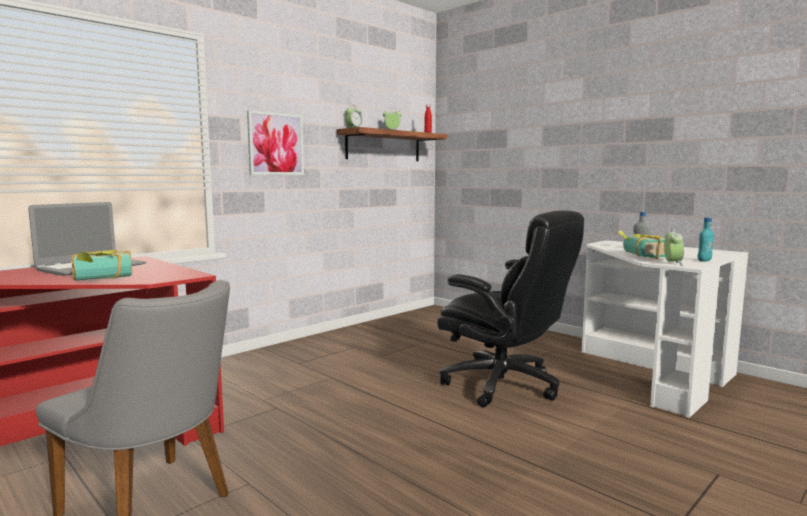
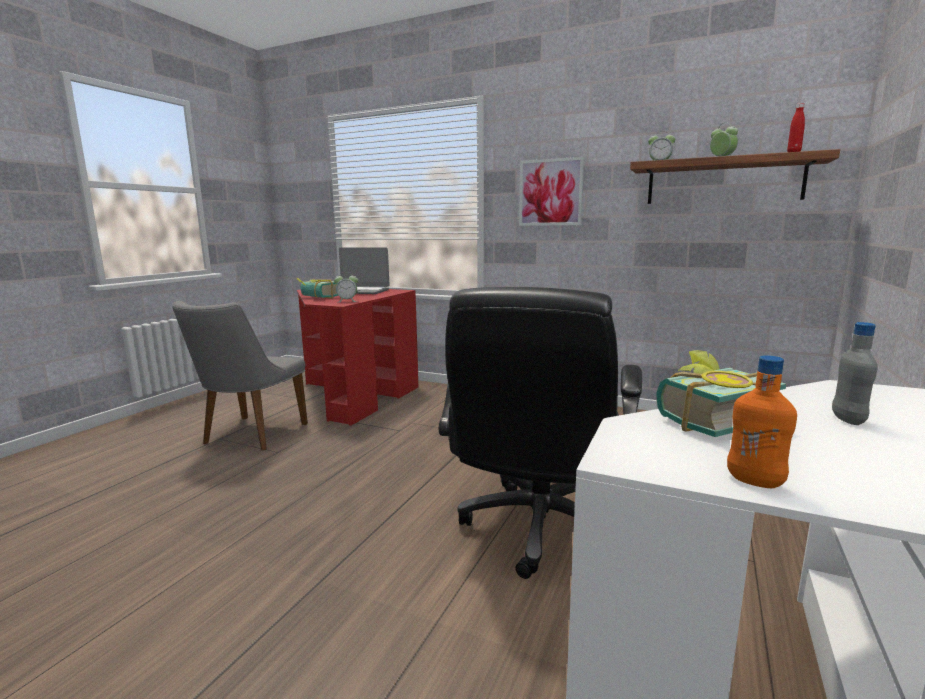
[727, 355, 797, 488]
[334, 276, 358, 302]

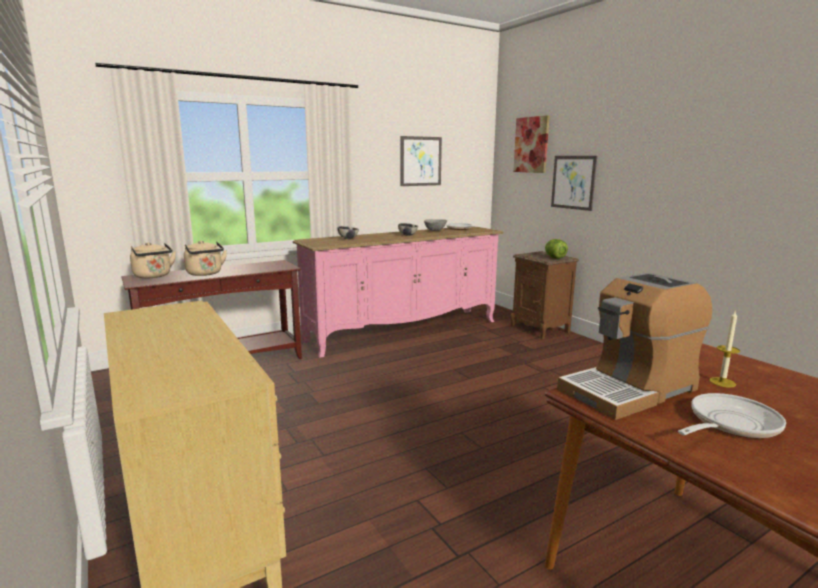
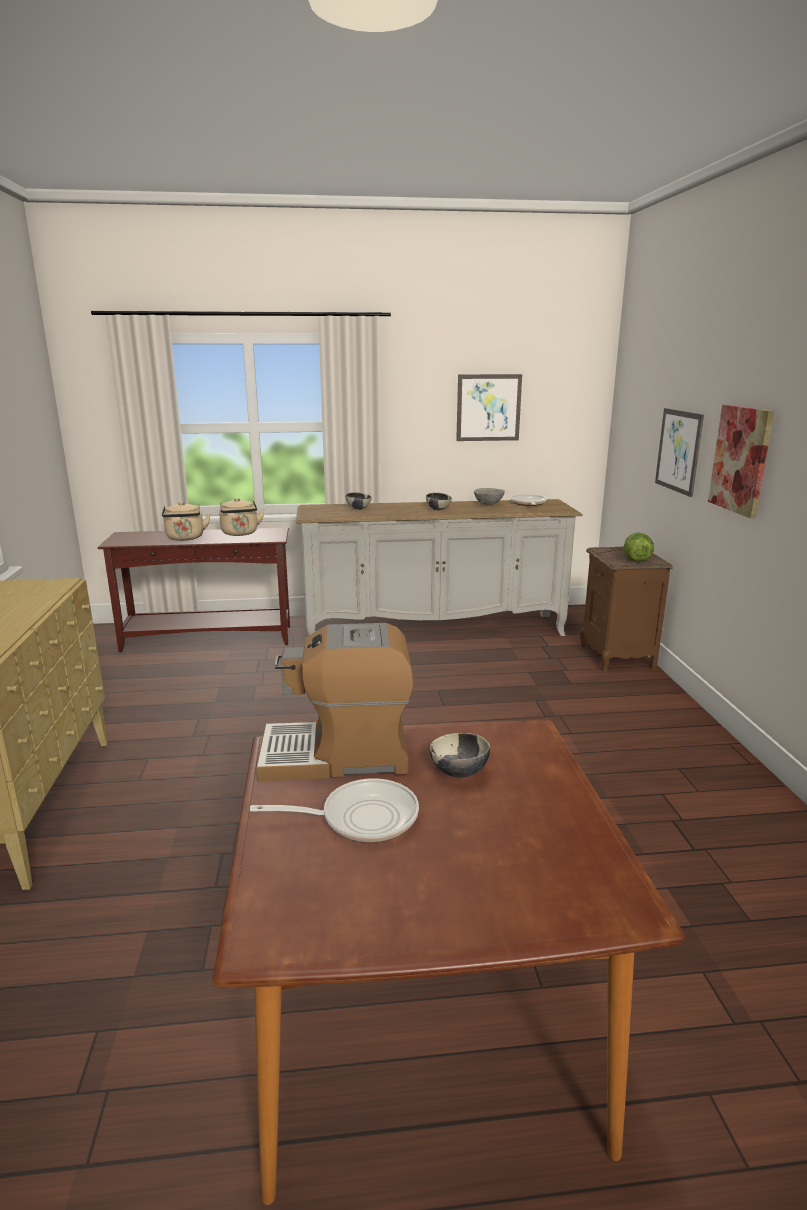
[708, 405, 774, 519]
[296, 499, 583, 636]
[219, 498, 264, 536]
[430, 733, 490, 778]

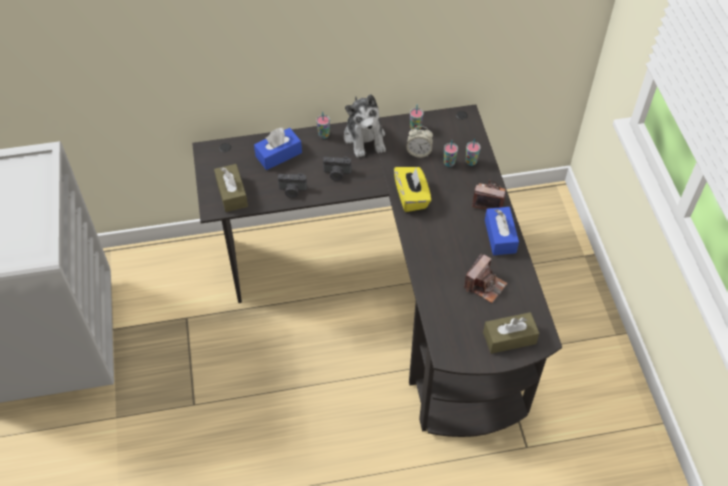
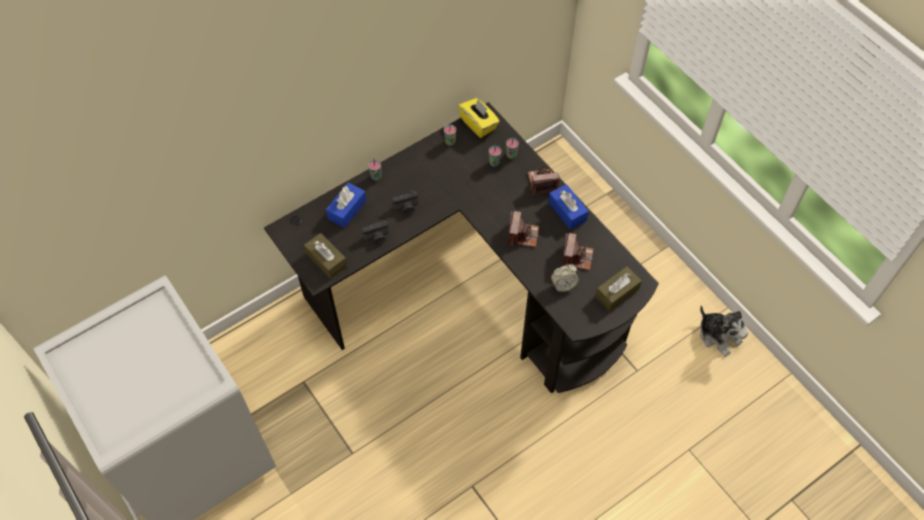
[700, 305, 748, 357]
[551, 264, 579, 292]
[458, 98, 500, 138]
[508, 211, 539, 247]

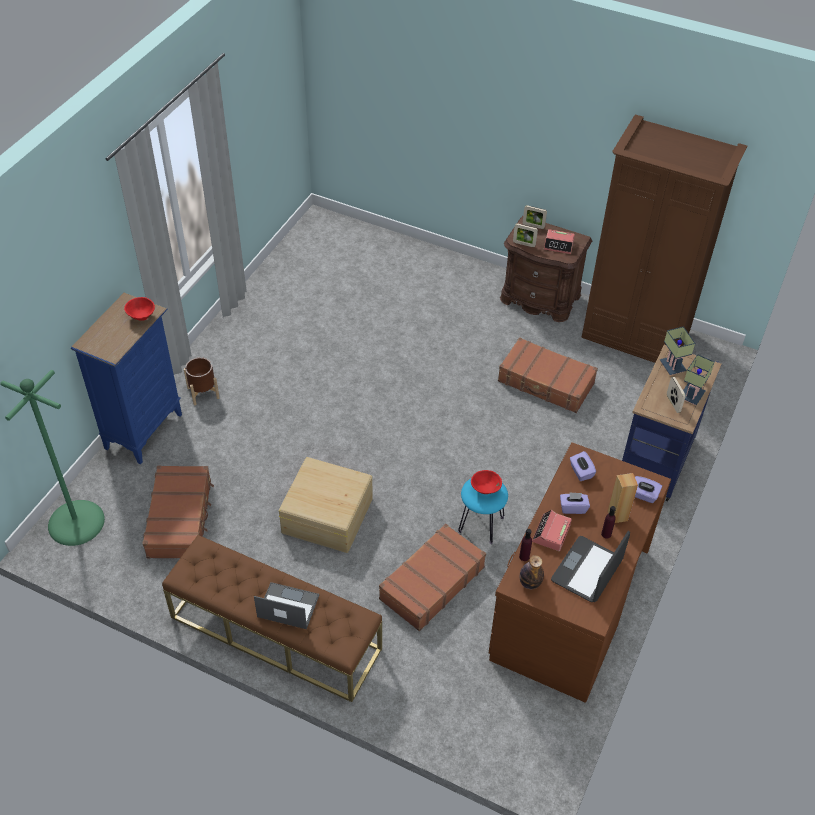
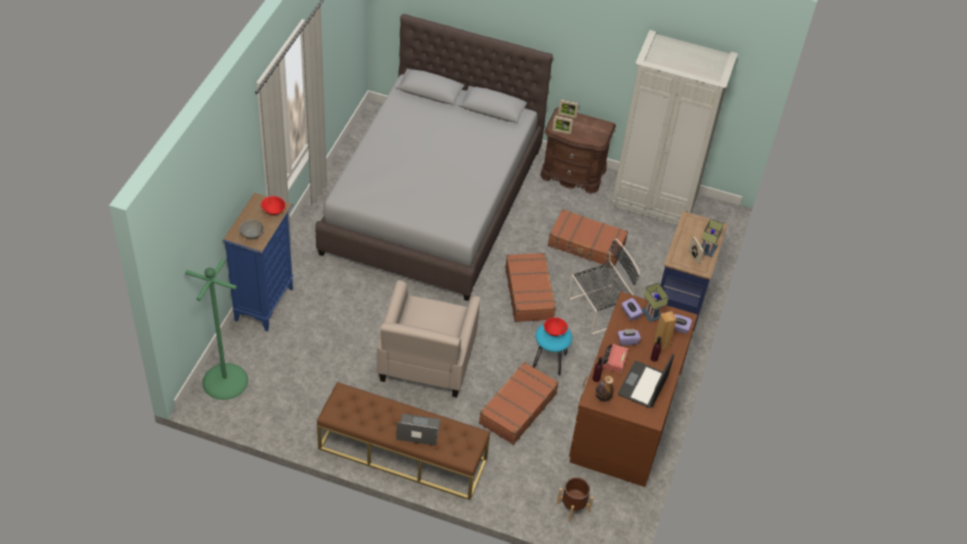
[611, 30, 738, 225]
[544, 229, 575, 254] (first image)
[642, 282, 669, 322]
[557, 477, 593, 522]
[377, 280, 480, 398]
[505, 253, 556, 322]
[315, 14, 553, 301]
[240, 219, 264, 240]
[568, 239, 640, 335]

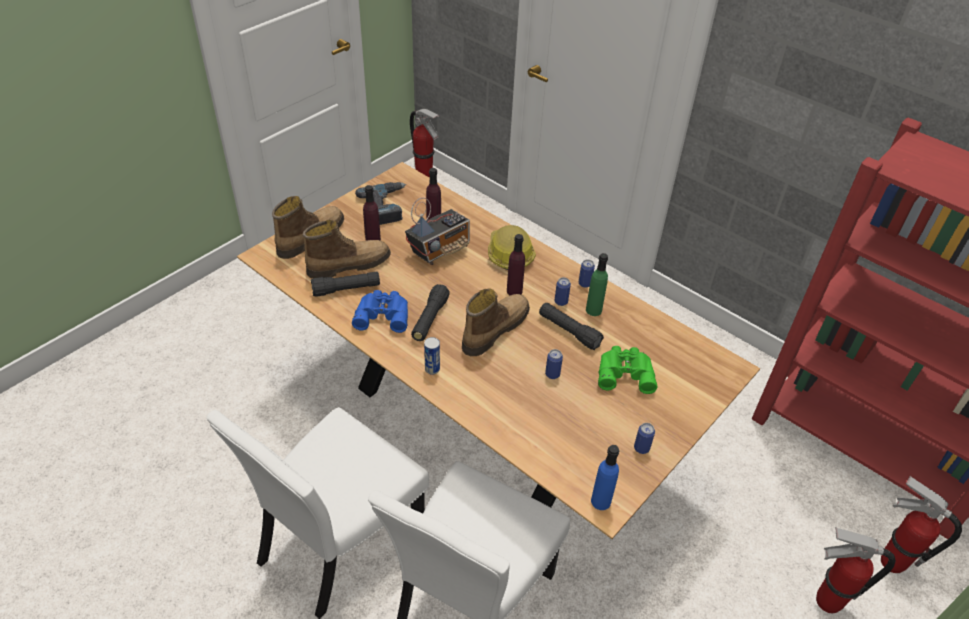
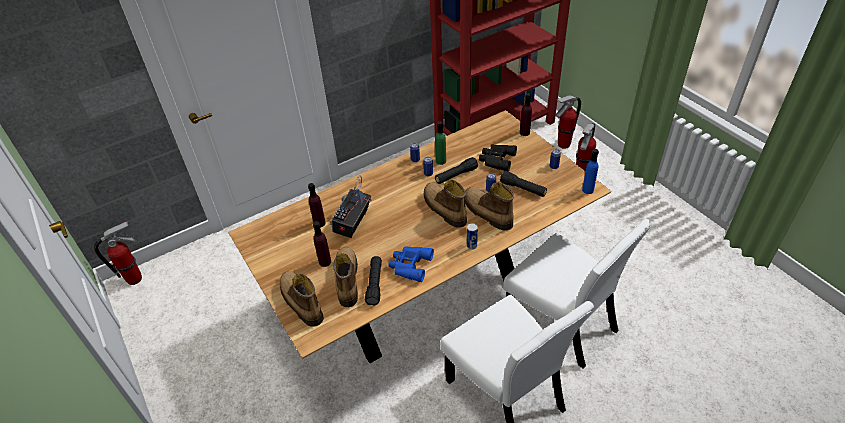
[355, 182, 406, 225] (first image)
[329, 176, 371, 238]
[488, 225, 536, 270] (first image)
[520, 93, 532, 136]
[500, 171, 547, 197]
[479, 144, 517, 171]
[465, 183, 514, 230]

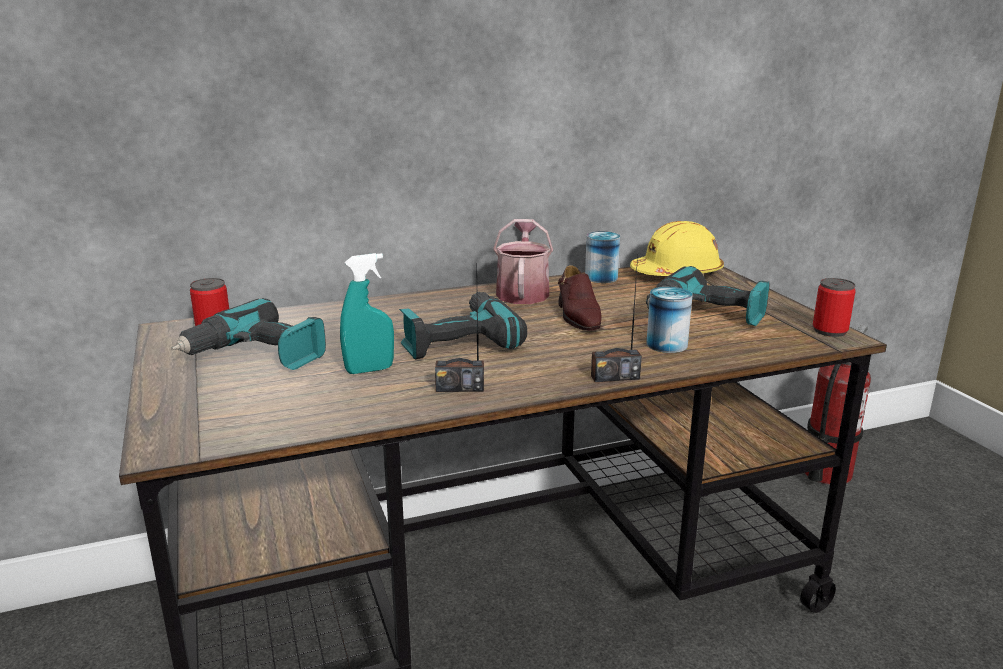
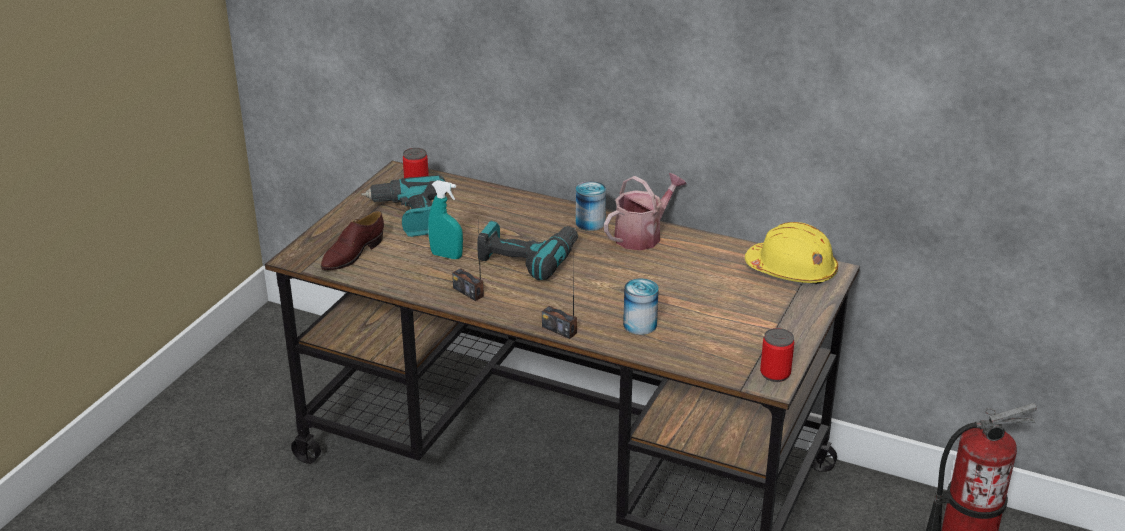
[576, 181, 606, 231]
[321, 211, 384, 270]
[646, 266, 770, 326] (first image)

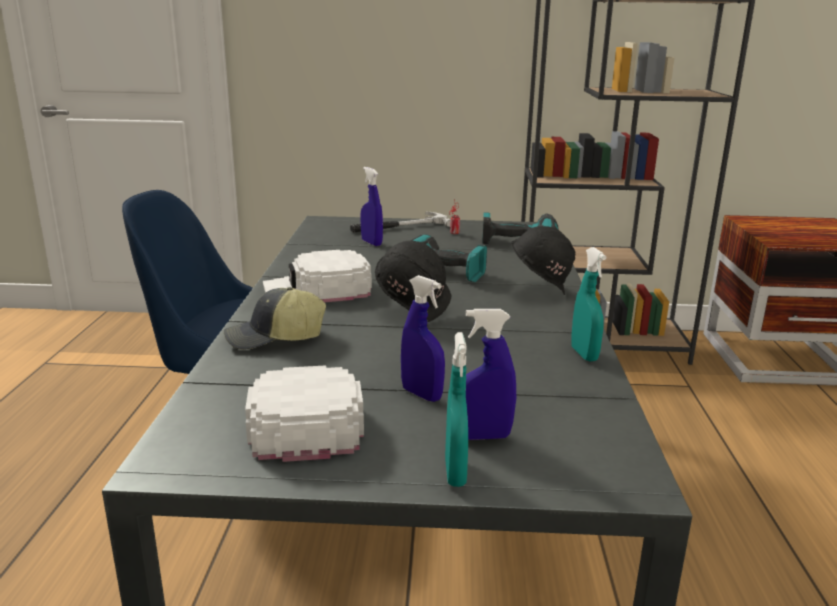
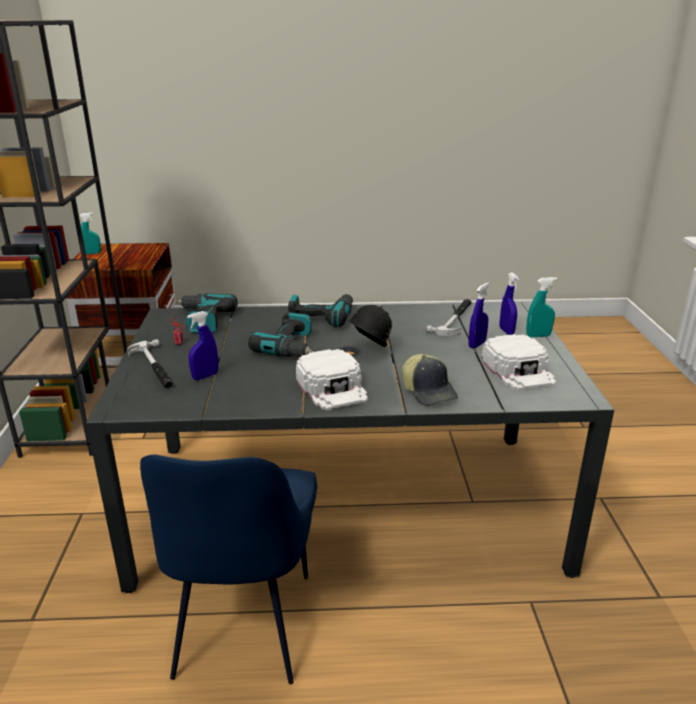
[288, 294, 353, 327]
[80, 213, 101, 254]
[482, 334, 557, 391]
[426, 299, 472, 336]

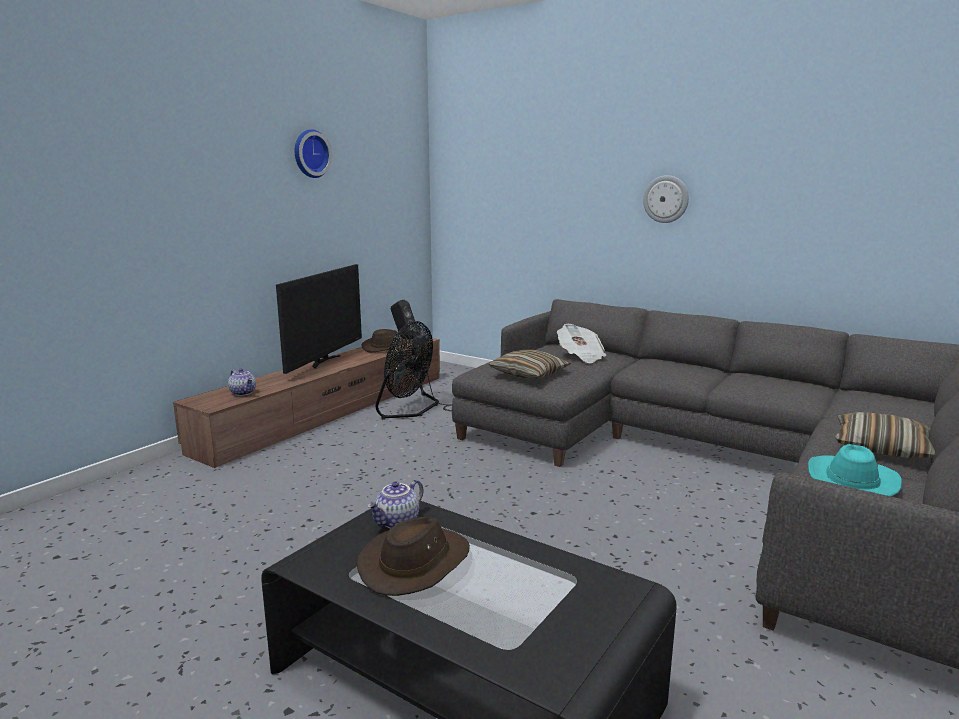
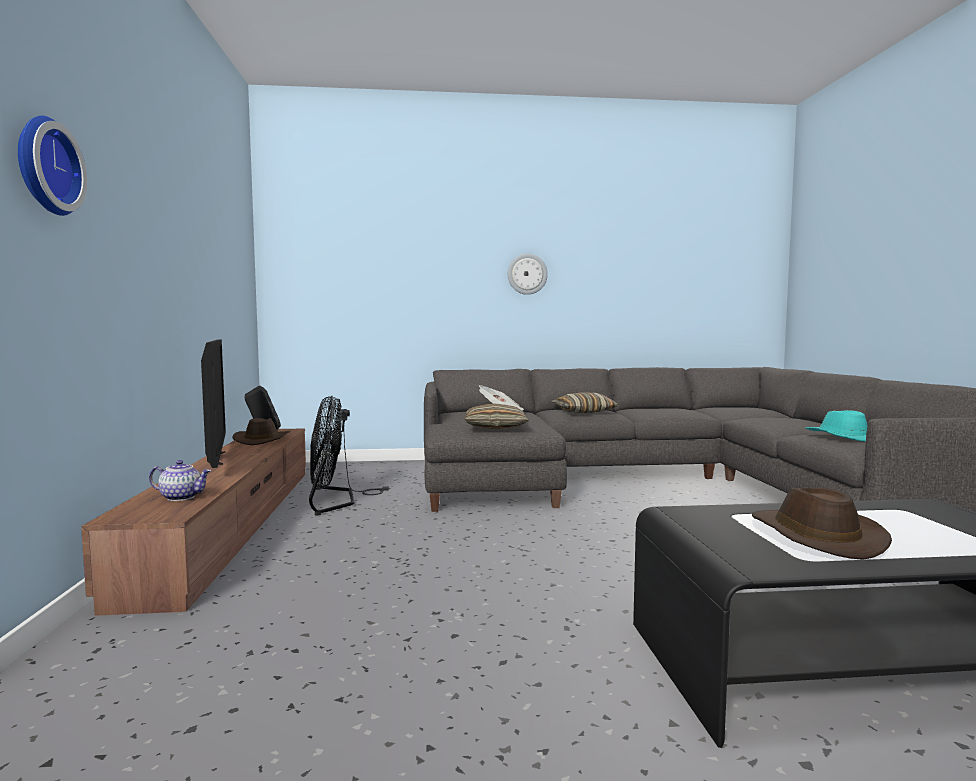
[18, 116, 87, 216]
[551, 393, 618, 413]
[367, 479, 424, 529] (first image)

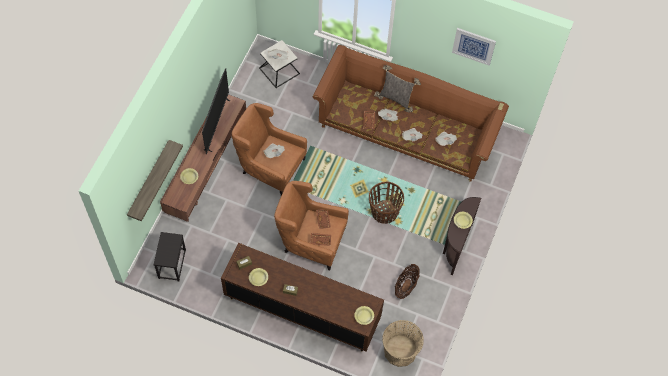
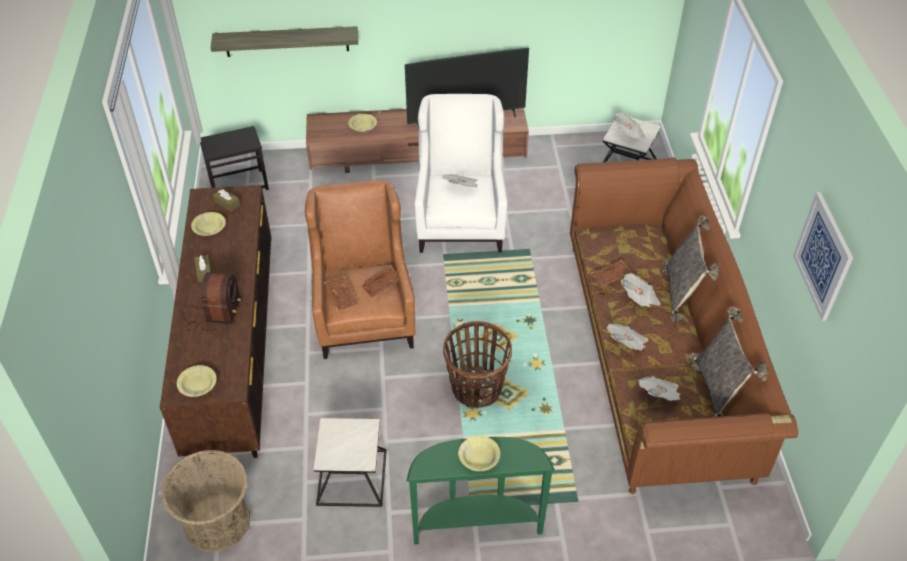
[414, 94, 508, 253]
[406, 437, 555, 544]
[314, 418, 387, 507]
[182, 272, 241, 332]
[688, 306, 768, 417]

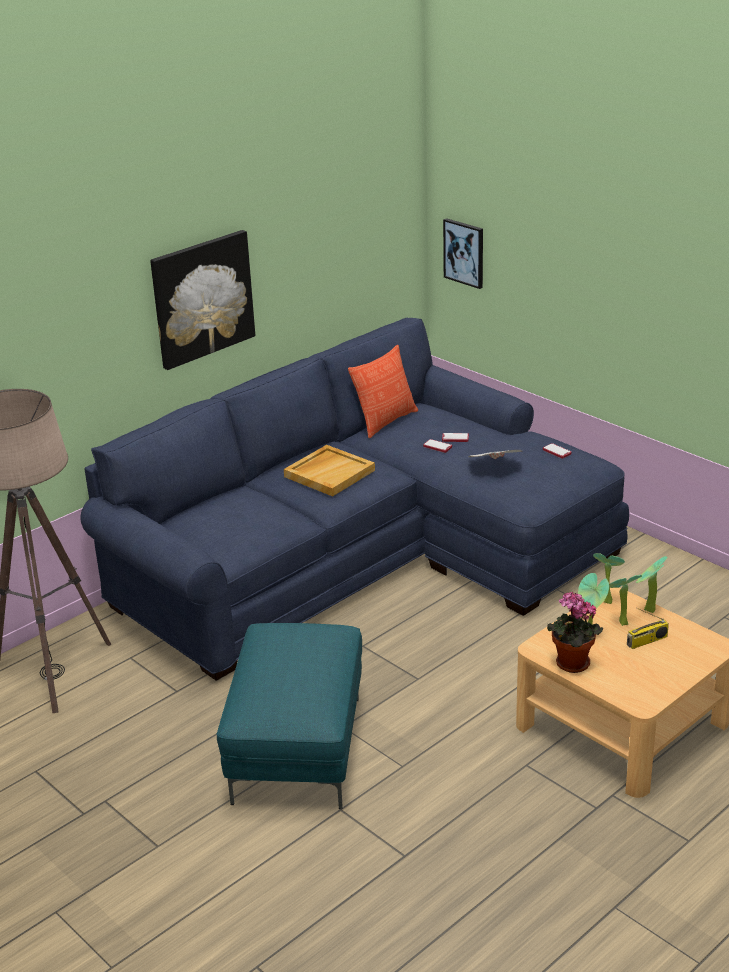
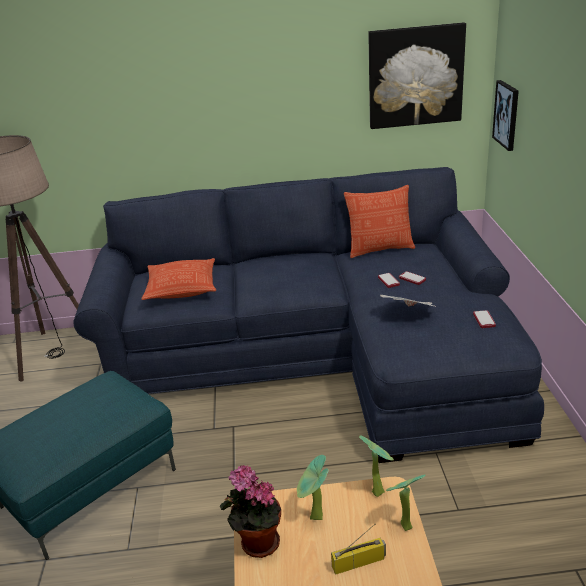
[368, 23, 466, 129]
[284, 445, 375, 497] (first image)
[609, 575, 642, 626] (first image)
[331, 524, 386, 575]
[142, 258, 216, 300]

